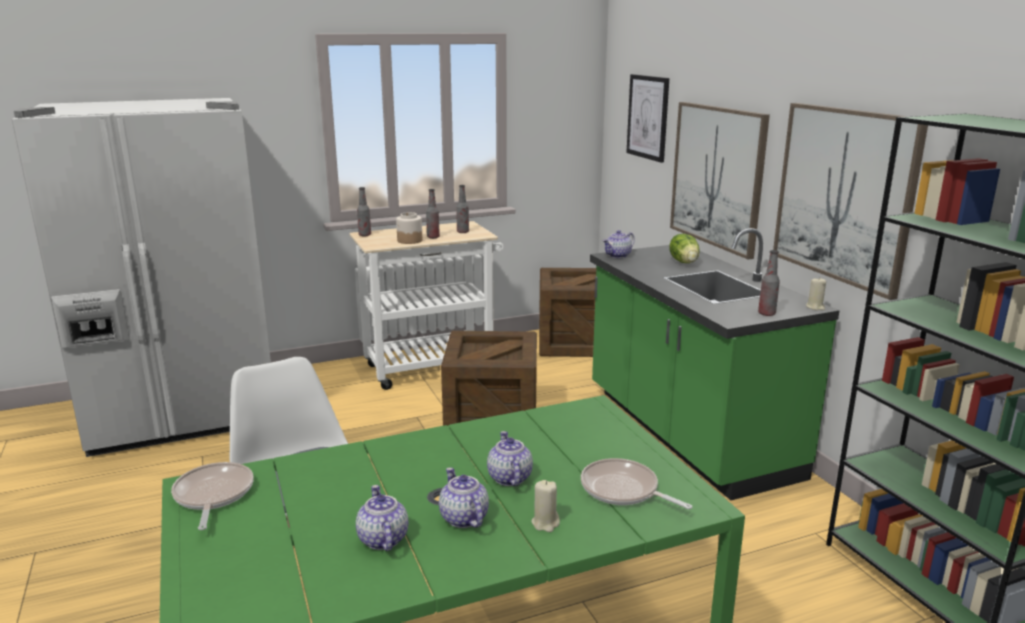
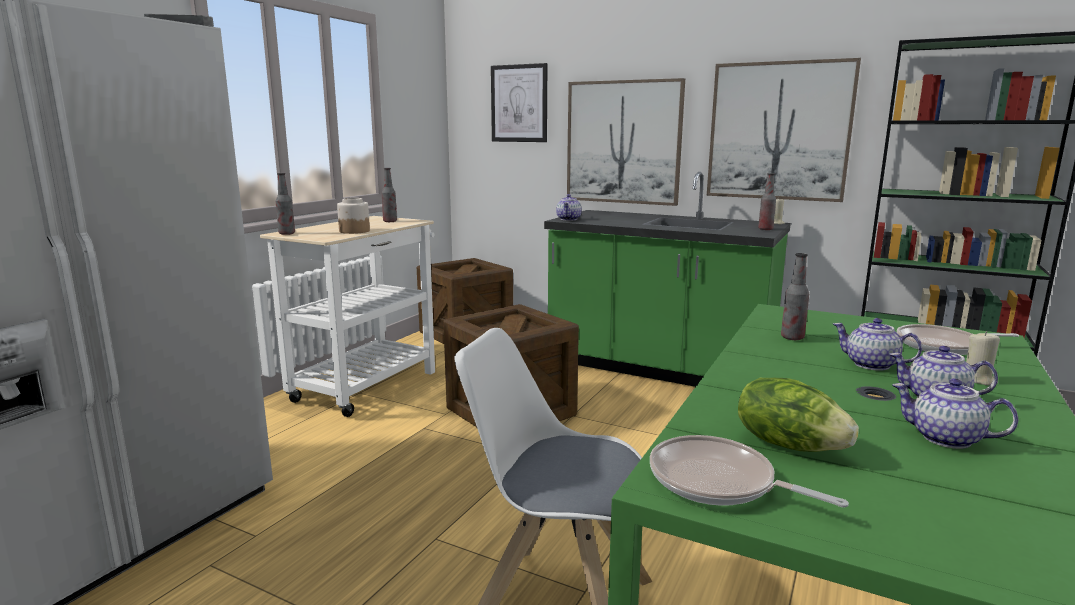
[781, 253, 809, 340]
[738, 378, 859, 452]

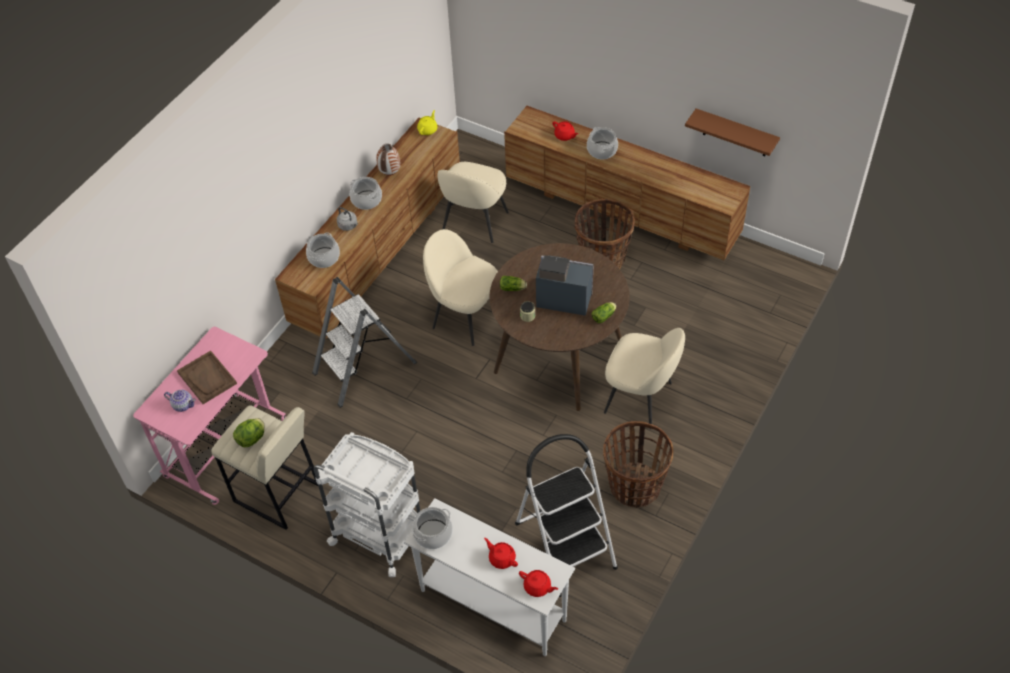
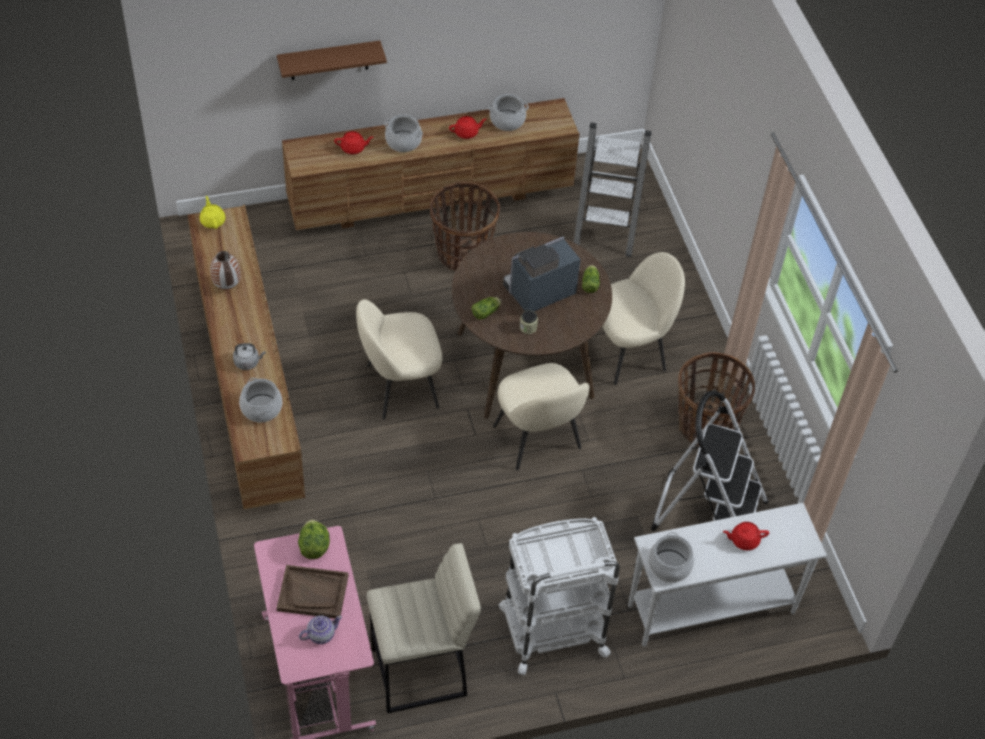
[277, 40, 387, 80]
[493, 363, 590, 470]
[488, 94, 529, 131]
[573, 123, 652, 257]
[298, 520, 330, 559]
[449, 116, 487, 139]

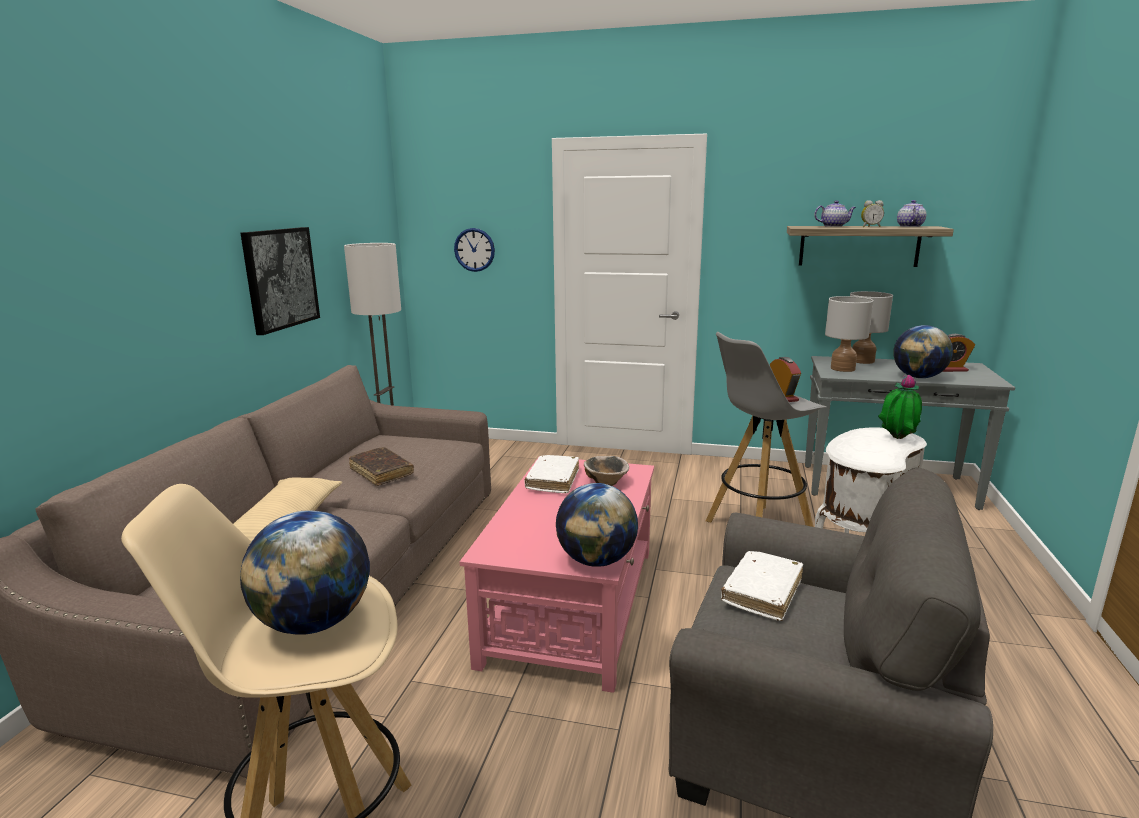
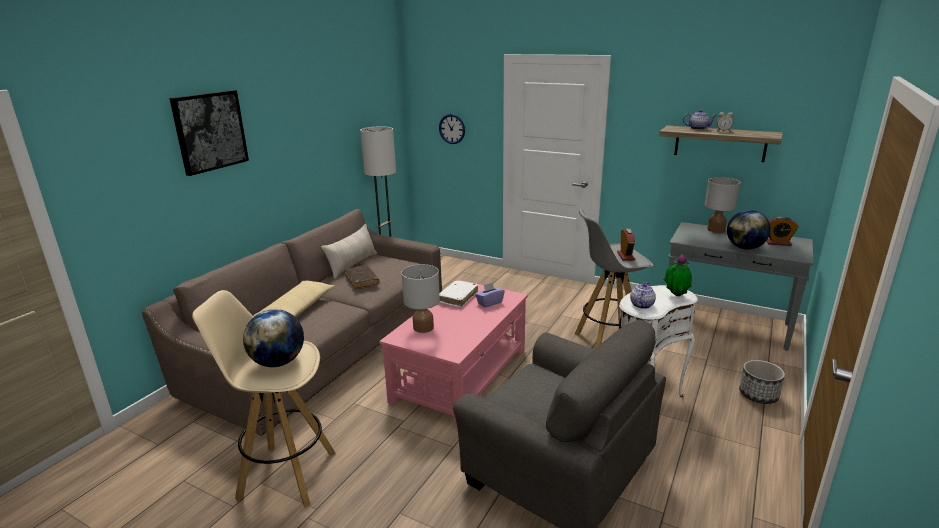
[630, 282, 656, 309]
[170, 90, 249, 176]
[402, 264, 440, 333]
[475, 283, 505, 307]
[556, 483, 638, 567] (first image)
[721, 551, 803, 621] (first image)
[321, 224, 377, 279]
[739, 360, 785, 404]

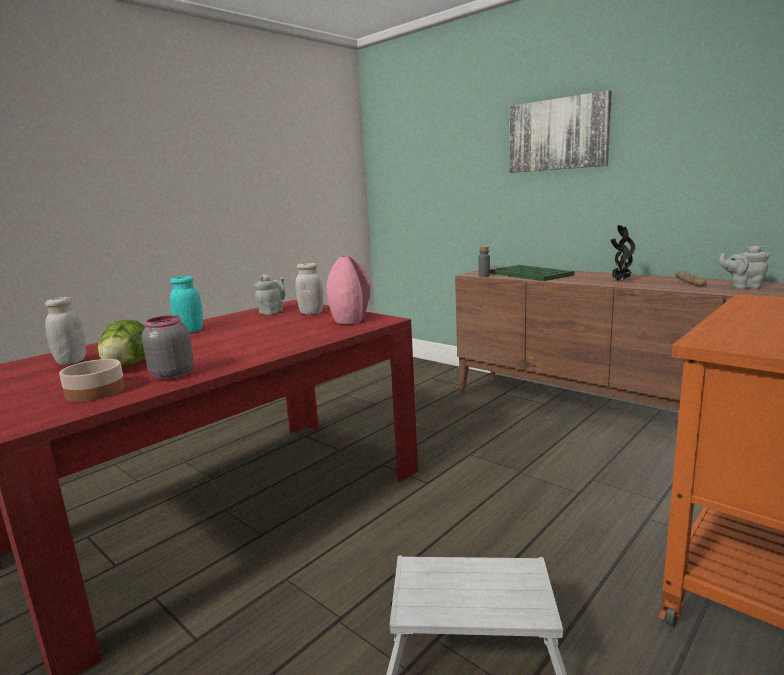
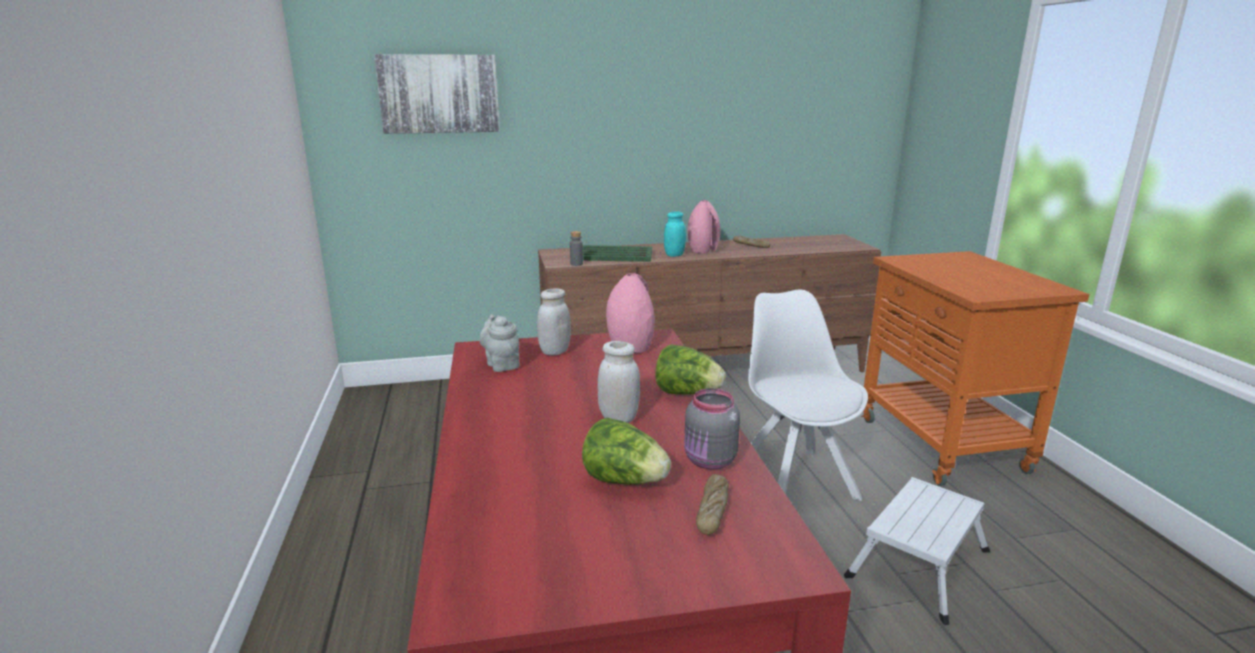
[374, 54, 500, 134]
[687, 200, 720, 254]
[719, 245, 769, 289] (first image)
[664, 211, 686, 257]
[598, 341, 640, 423]
[696, 474, 729, 535]
[748, 290, 868, 501]
[655, 345, 726, 394]

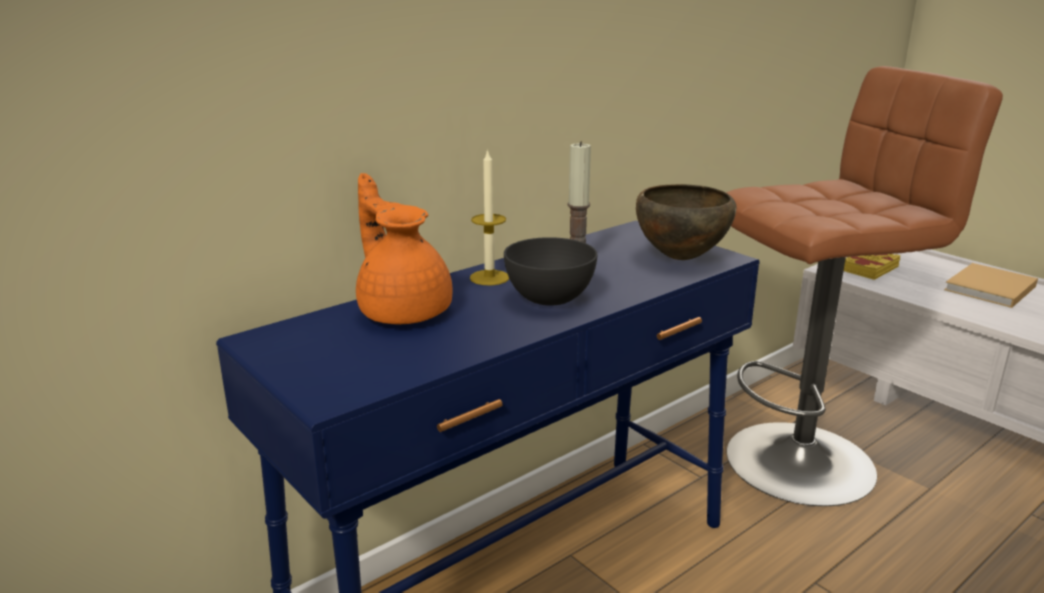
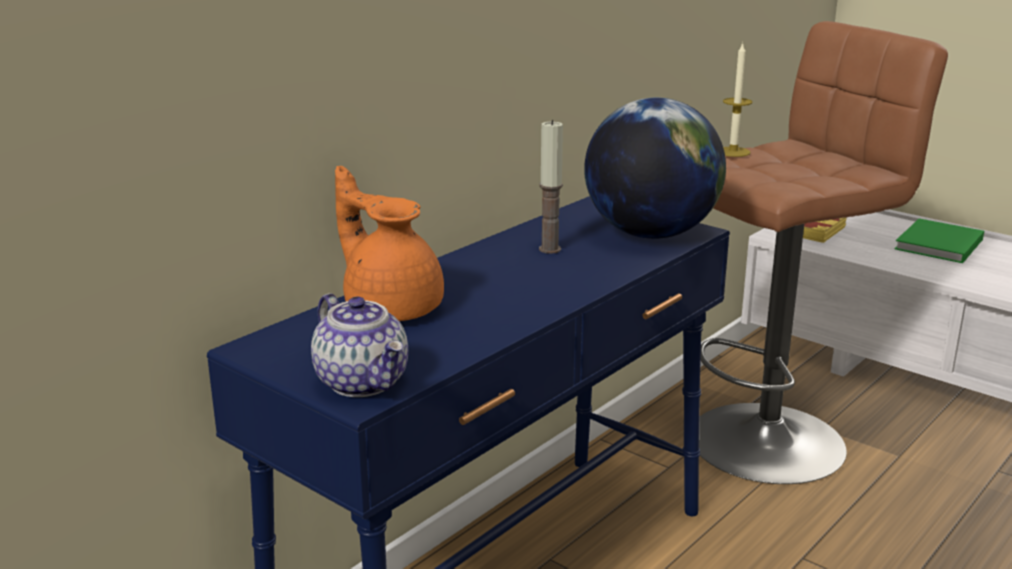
[723, 43, 753, 157]
[584, 98, 726, 239]
[504, 237, 598, 306] (first image)
[895, 218, 984, 263]
[311, 293, 408, 397]

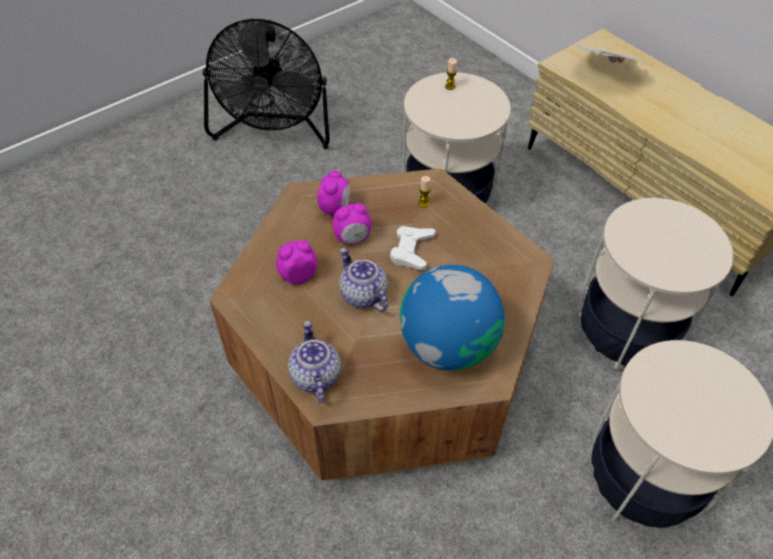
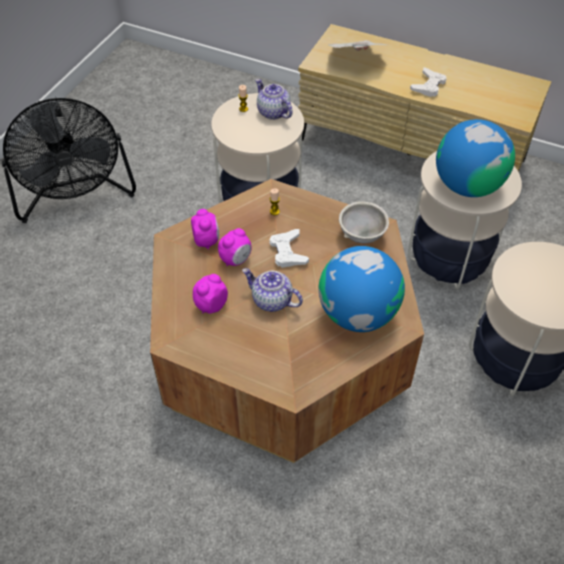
[255, 79, 293, 120]
[410, 67, 447, 97]
[436, 119, 515, 197]
[339, 202, 389, 244]

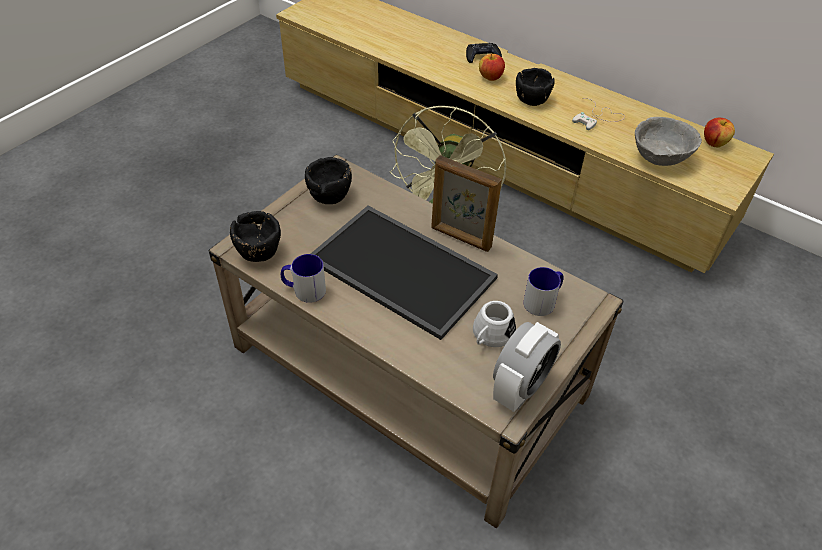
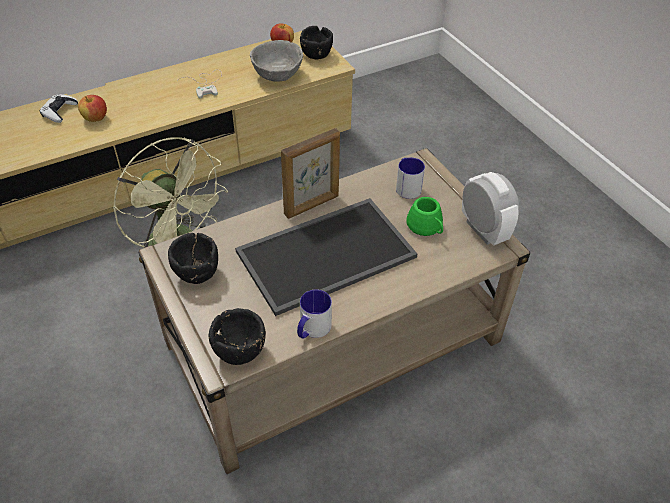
[40, 94, 78, 123]
[300, 26, 333, 59]
[406, 197, 443, 236]

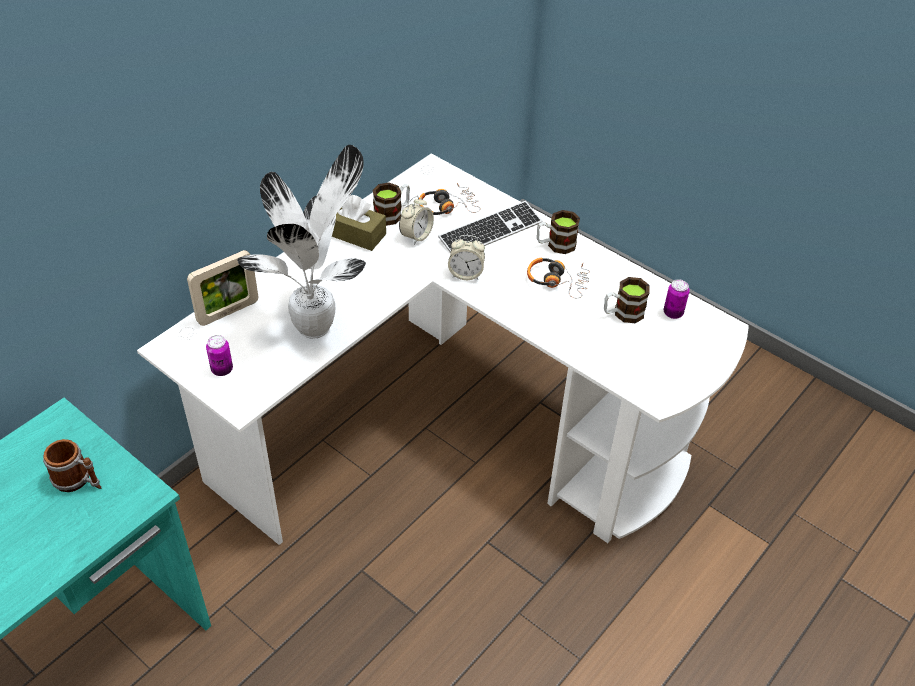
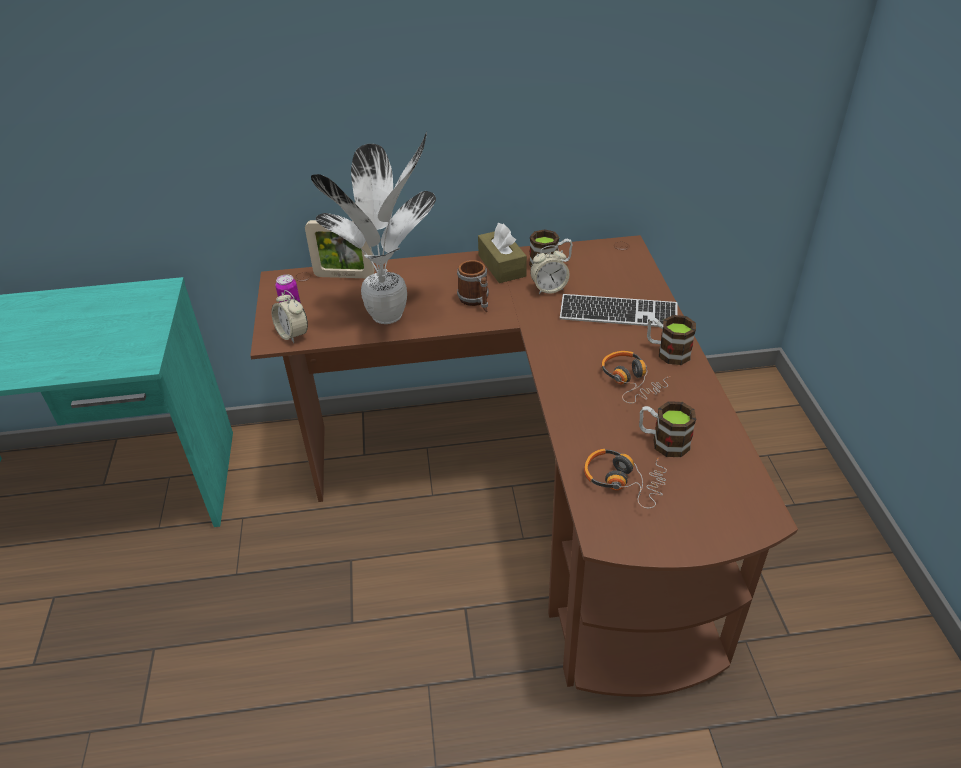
[250, 235, 798, 697]
[584, 449, 667, 509]
[271, 290, 308, 343]
[664, 279, 690, 319] (first image)
[457, 260, 489, 312]

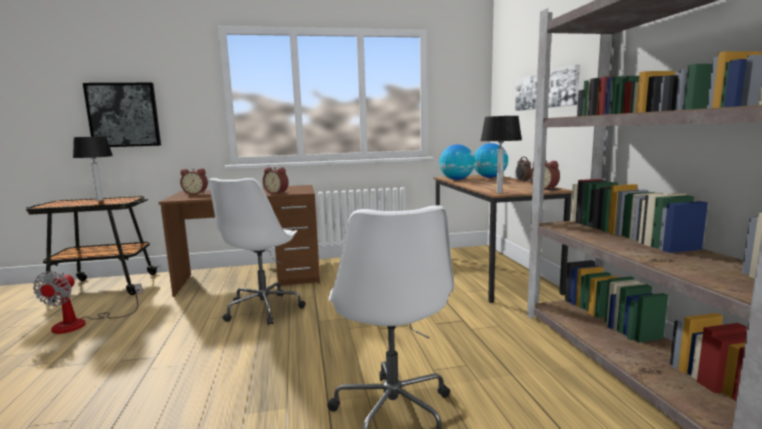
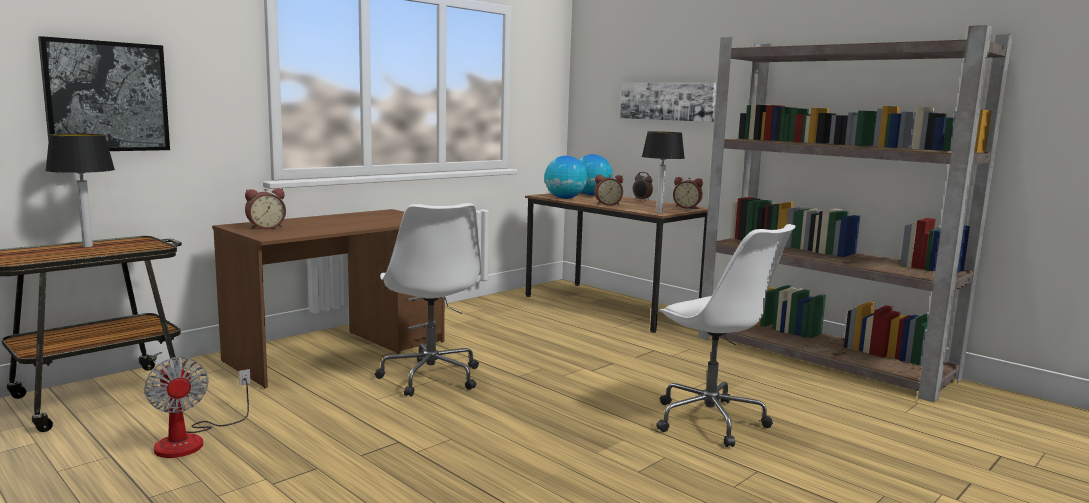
[594, 175, 623, 206]

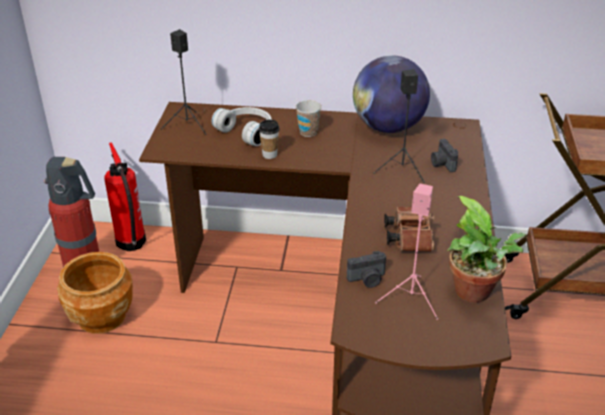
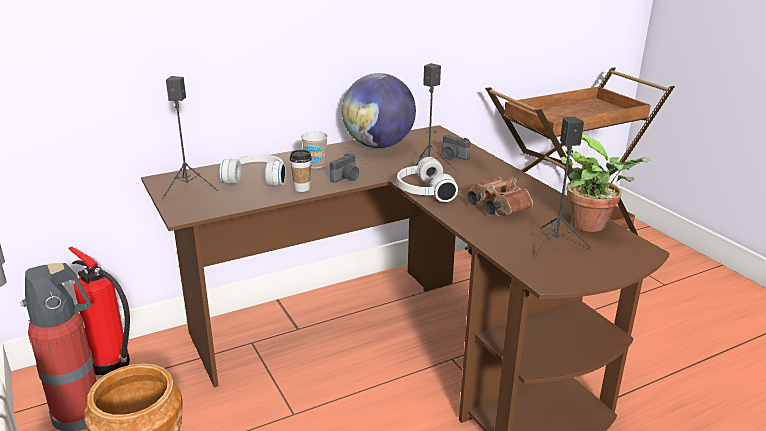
[535, 117, 593, 257]
[330, 153, 359, 183]
[397, 157, 458, 202]

